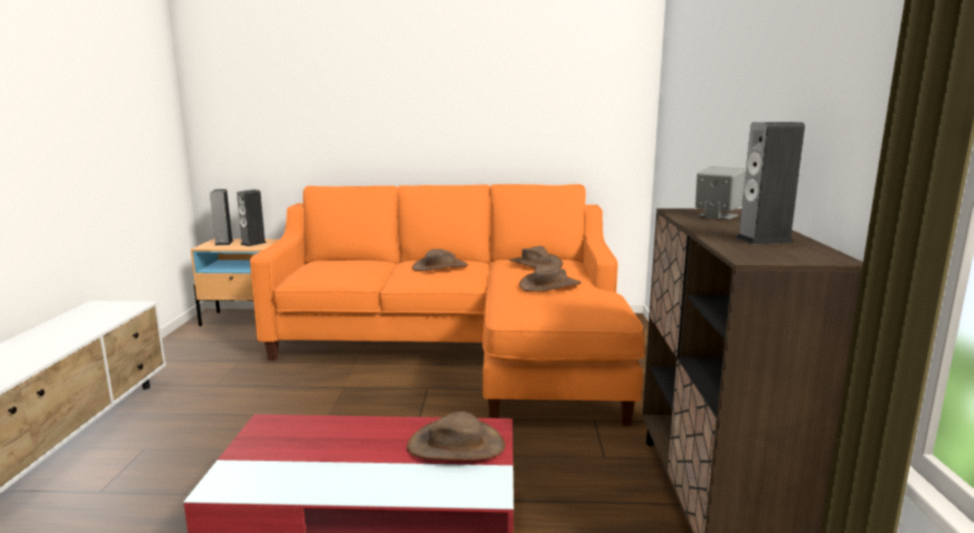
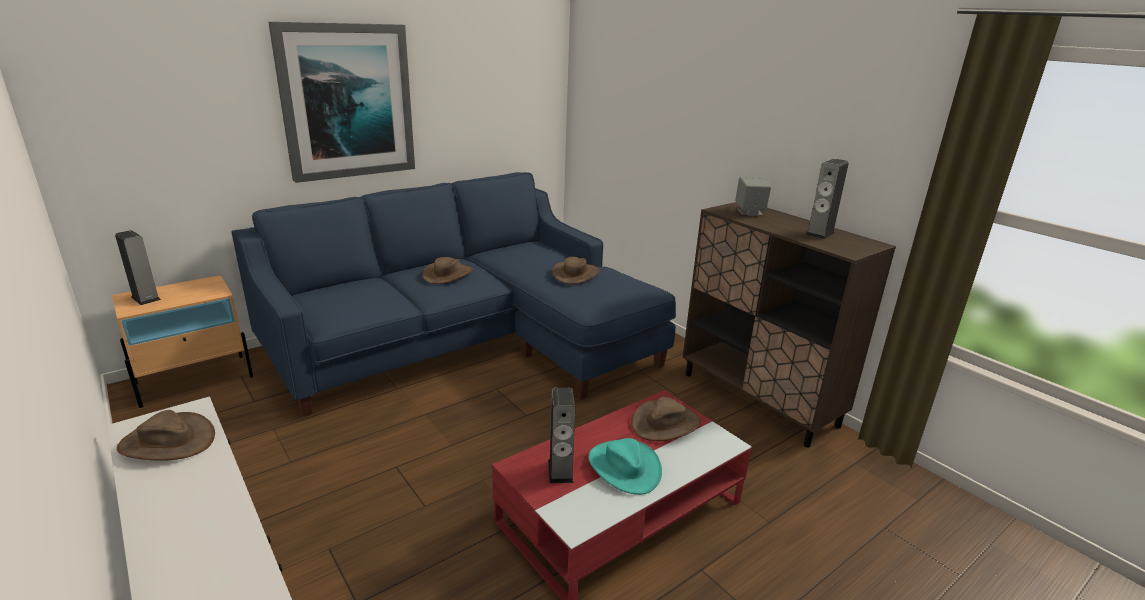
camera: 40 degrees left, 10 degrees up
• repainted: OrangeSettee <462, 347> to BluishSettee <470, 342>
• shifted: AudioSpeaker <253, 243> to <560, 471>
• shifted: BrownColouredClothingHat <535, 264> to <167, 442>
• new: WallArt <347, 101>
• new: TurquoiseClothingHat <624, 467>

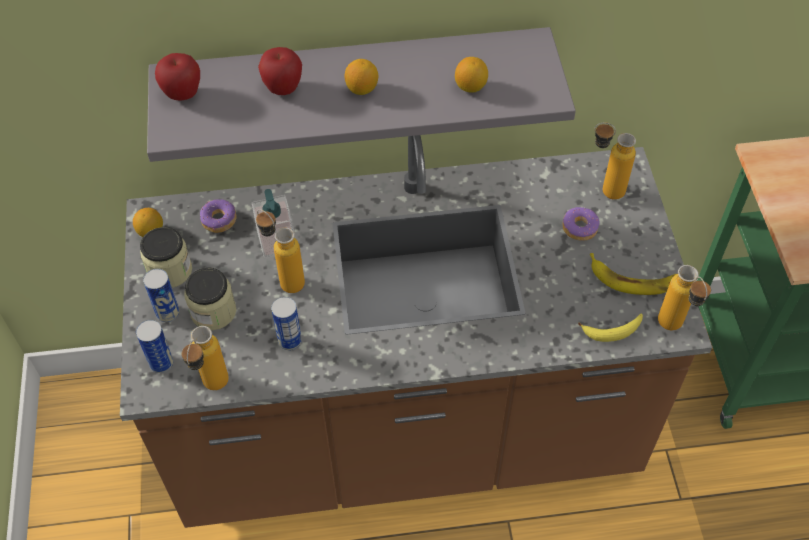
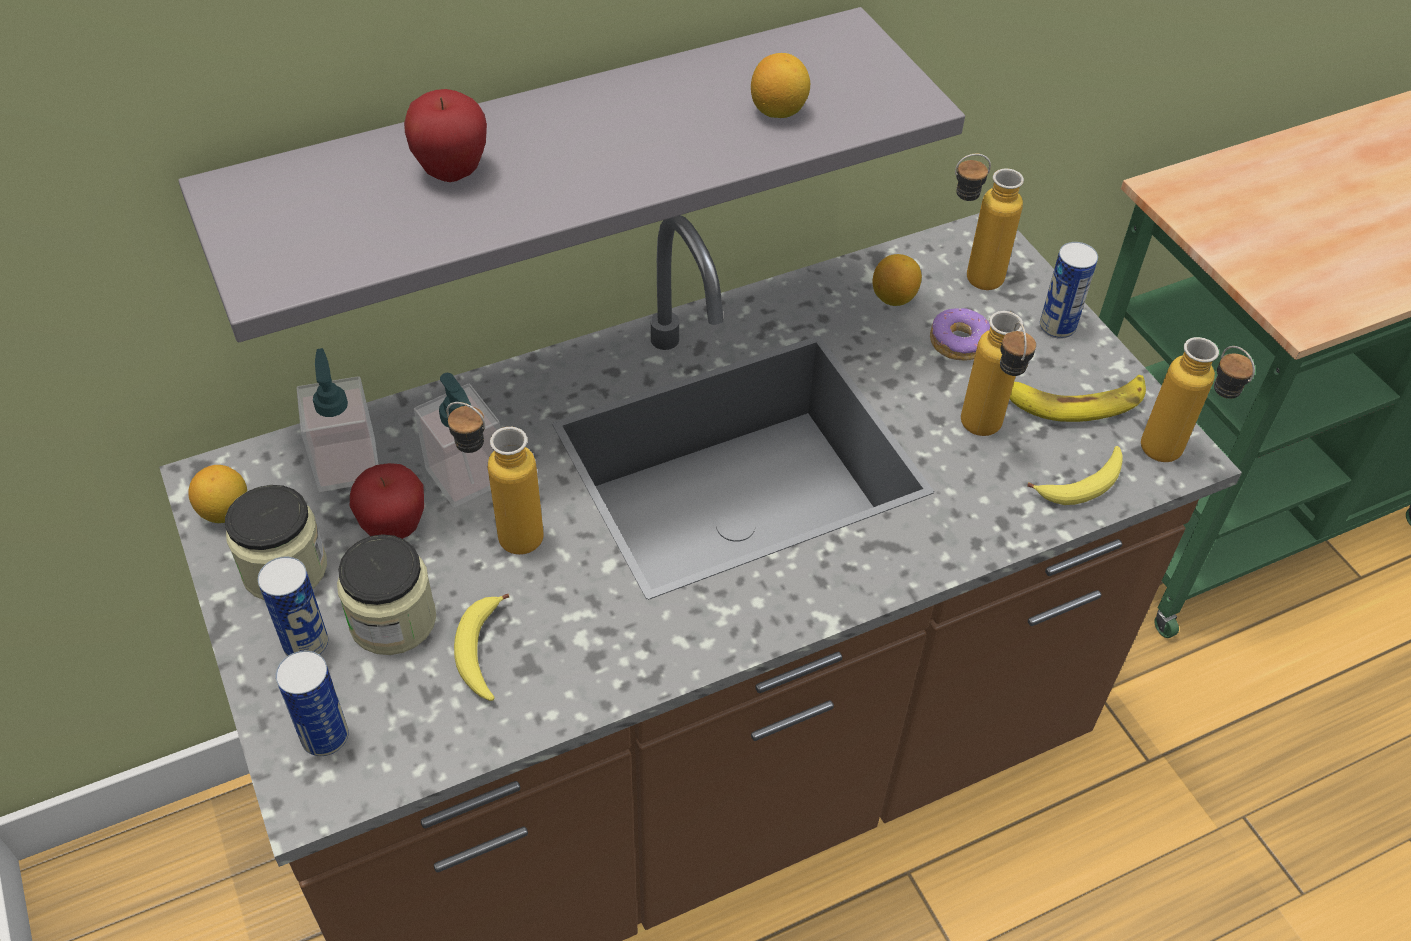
camera: 20 degrees left, 5 degrees down
• shifted: WholeApple <183, 94> to <394, 528>
• shifted: CitrusFruit <362, 89> to <893, 298>
• swapped: Donut <219, 220> to SoapDispenser <347, 464>
• shifted: Can <290, 341> to <1057, 327>
• shifted: DrinkBottle <212, 389> to <985, 436>
• new: WholeBanana <481, 652>

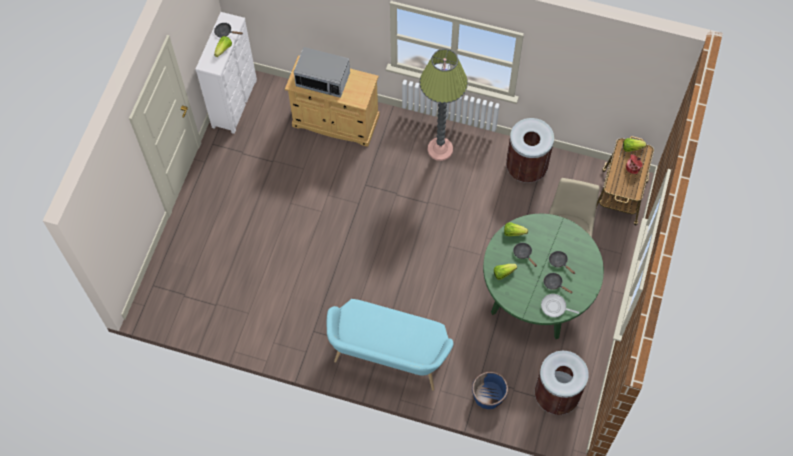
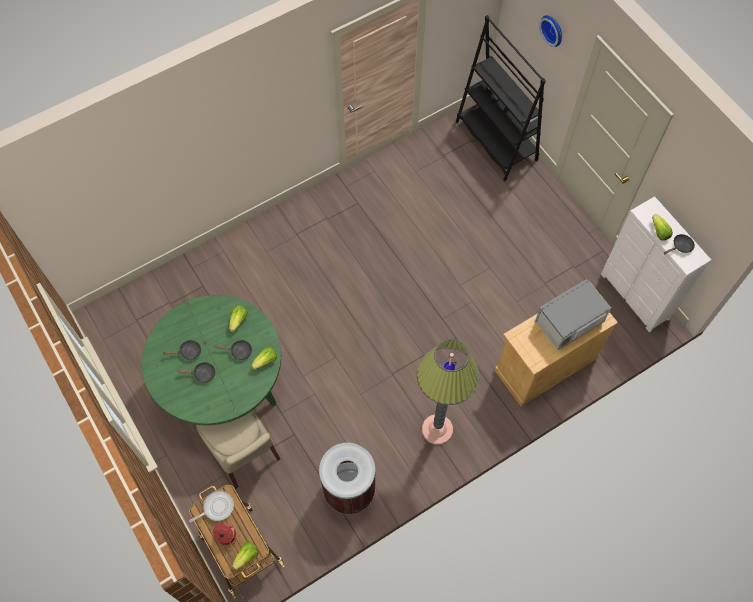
camera: 130 degrees right, 0 degrees up
• shifted: Skillet <555, 307> to <216, 507>
• gone: TurquoiseIndoorBench <388, 358>
• gone: BrownColouredTrashCan <556, 395>
• gone: BluishPlanter <488, 395>
• new: BlackishShelvingUnit <496, 141>
• new: ClockOnTheWall <553, 29>

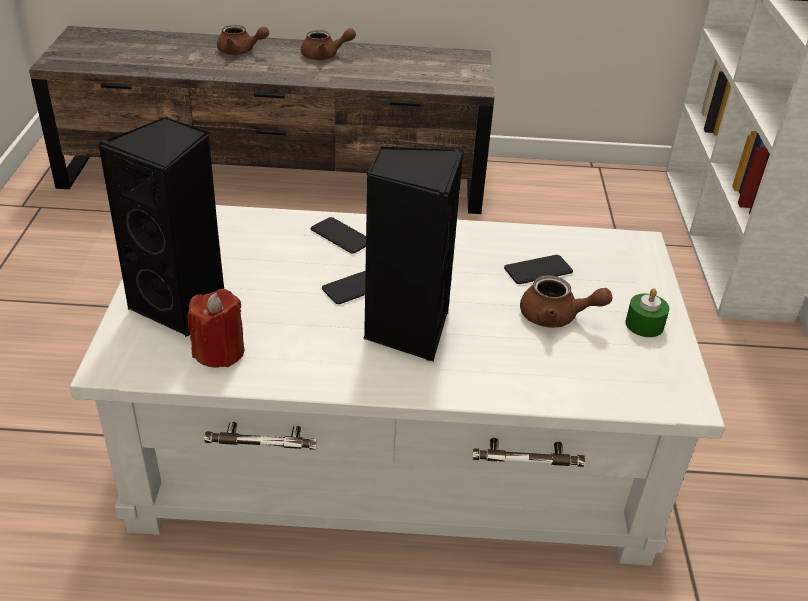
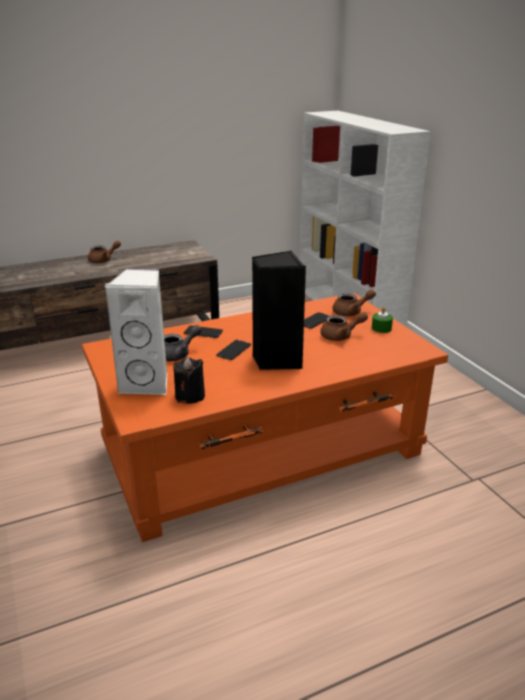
camera: 25 degrees left, 10 degrees down
• shifted: BrownColouredTeaPot <240, 51> to <351, 312>
• repainted: BlackishAudioSpeaker <182, 305> to WhitishAudioSpeaker <147, 383>
• repainted: WhitishLoungeTable <397, 451> to OrangeLoungeTable <263, 451>
• repainted: RedWaxLight <219, 352> to BlackishWaxLight <190, 396>
• new: GrayTeaPot <178, 354>

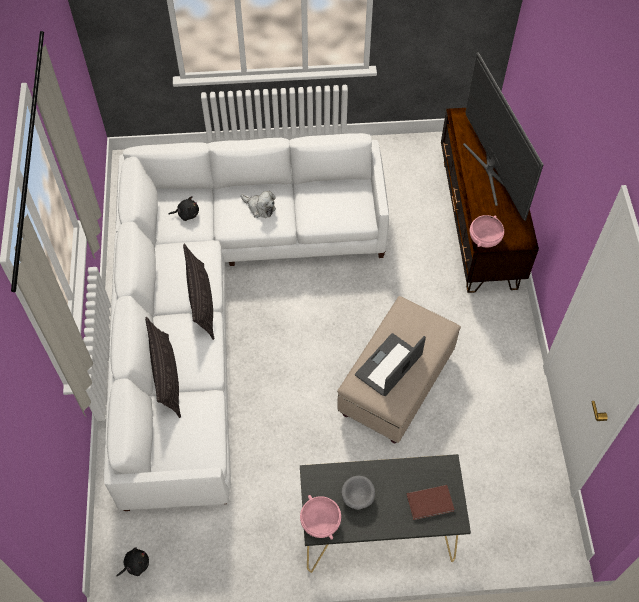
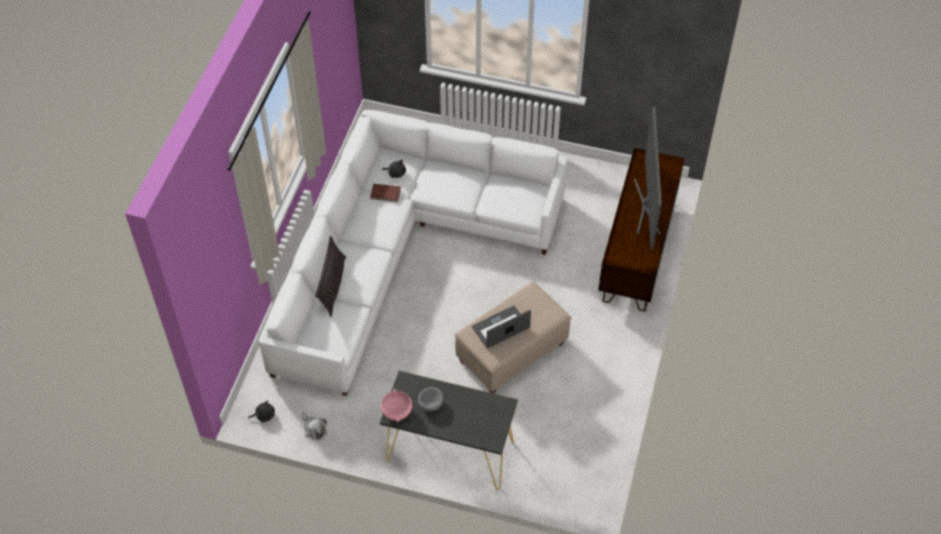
camera: 20 degrees right, 5 degrees down
• shifted: SoftToy <260, 208> to <314, 429>
• gone: PinkishDeepDish <484, 238>
• gone: ThrowPillow <201, 301>
• shifted: BrownColouredBook <431, 503> to <385, 194>

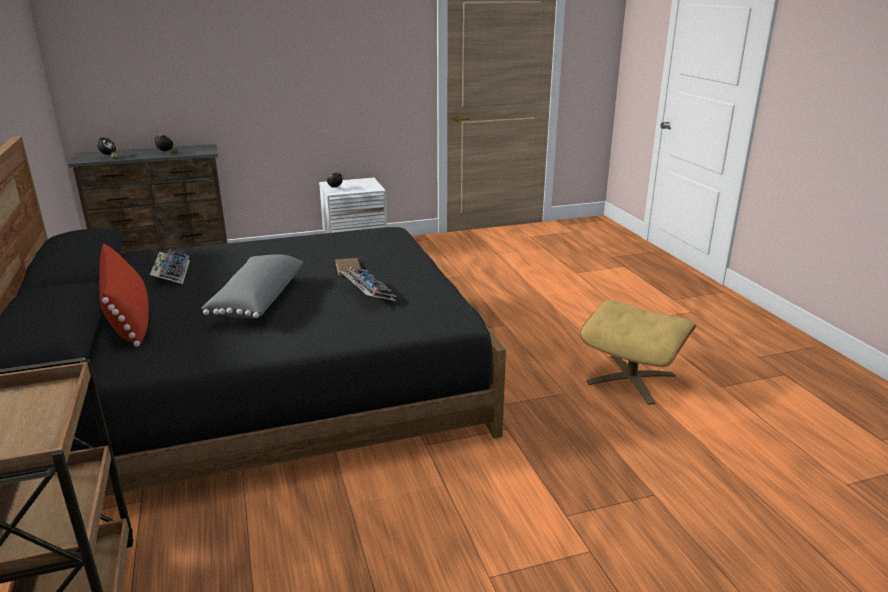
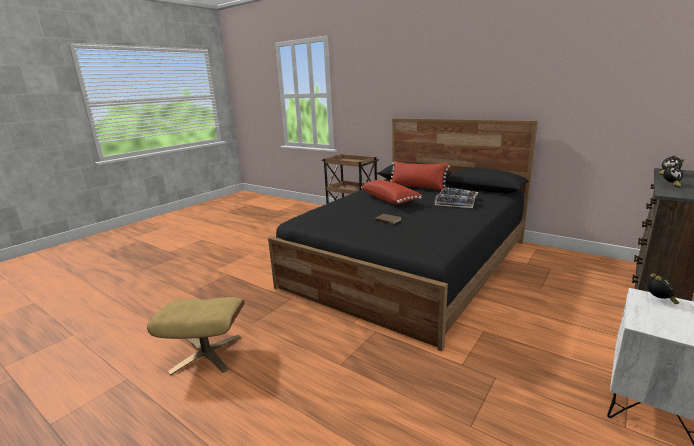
camera: 145 degrees right, 5 degrees down
• repainted: GrayThrowPillow <256, 300> to RedThrowPillow <390, 200>
• shifted: Keyboard <367, 291> to <455, 204>

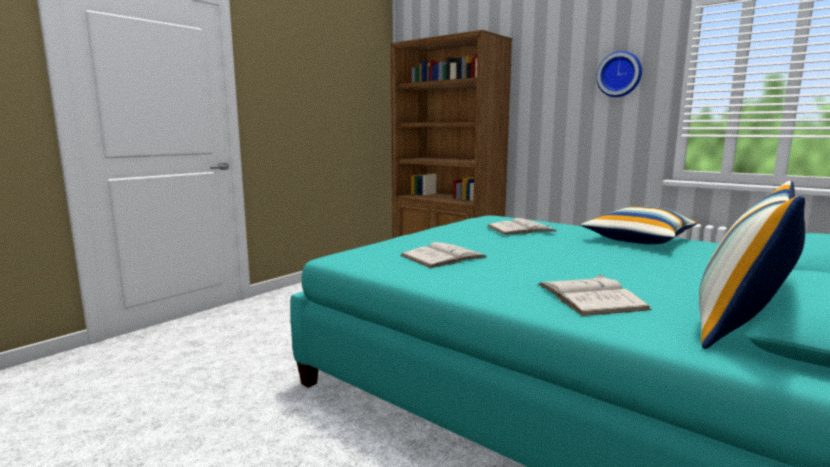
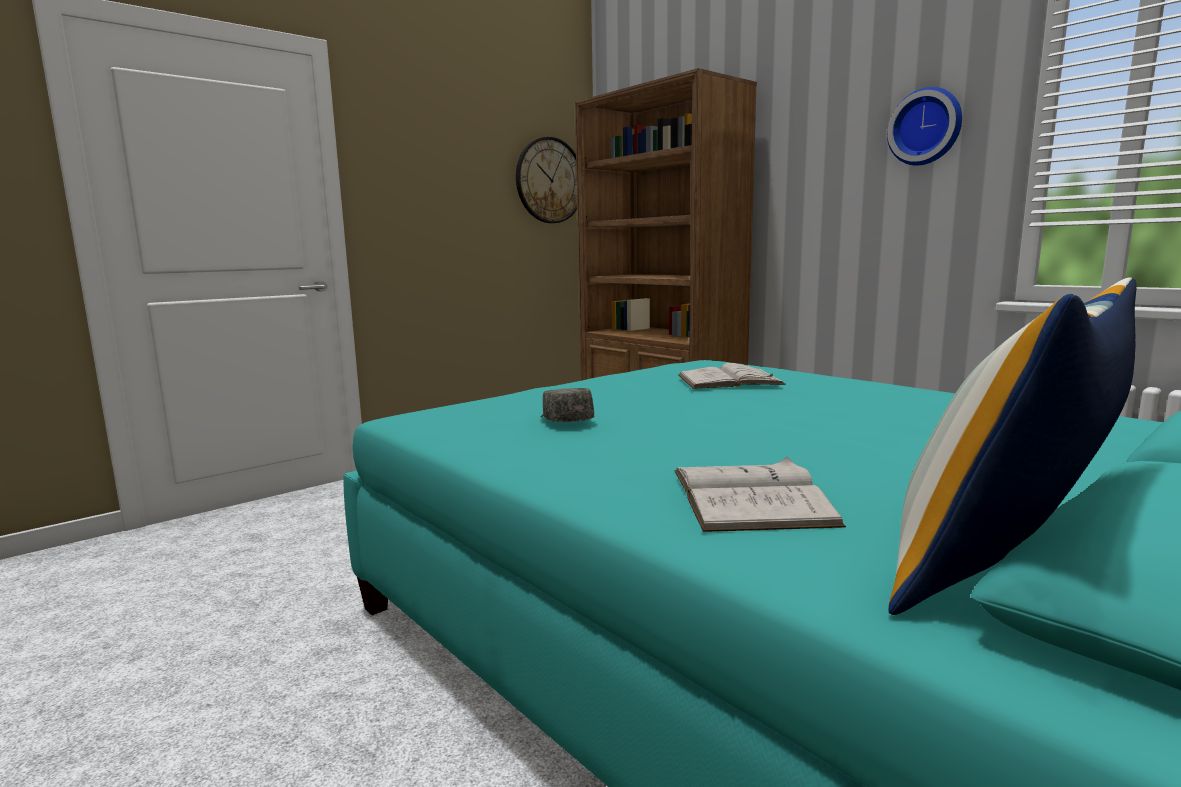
camera: 10 degrees right, 0 degrees up
• gone: ThrowPillow <638, 240>
• swapped: WhitishBook <443, 256> to GrayPeakedCap <565, 420>
• new: ClockOnTheWall <549, 180>

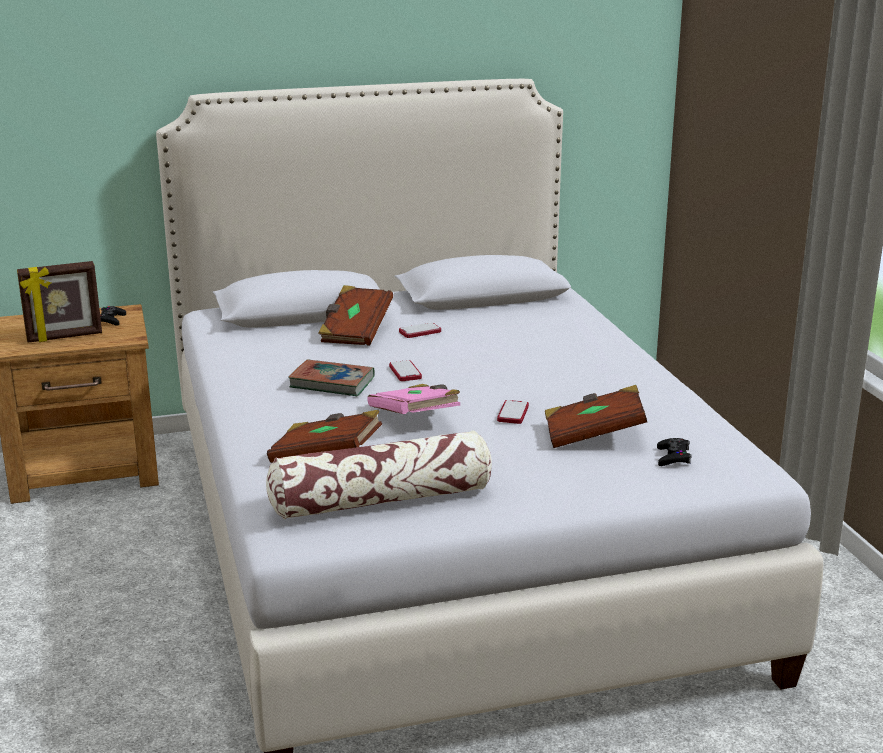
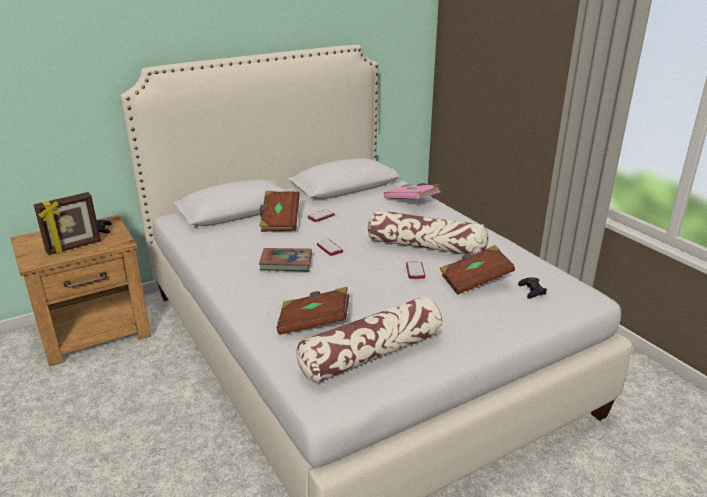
camera: 15 degrees left, 5 degrees up
• shifted: PinkishBook <415, 418> to <411, 201>
• new: ThrowPillow <426, 246>

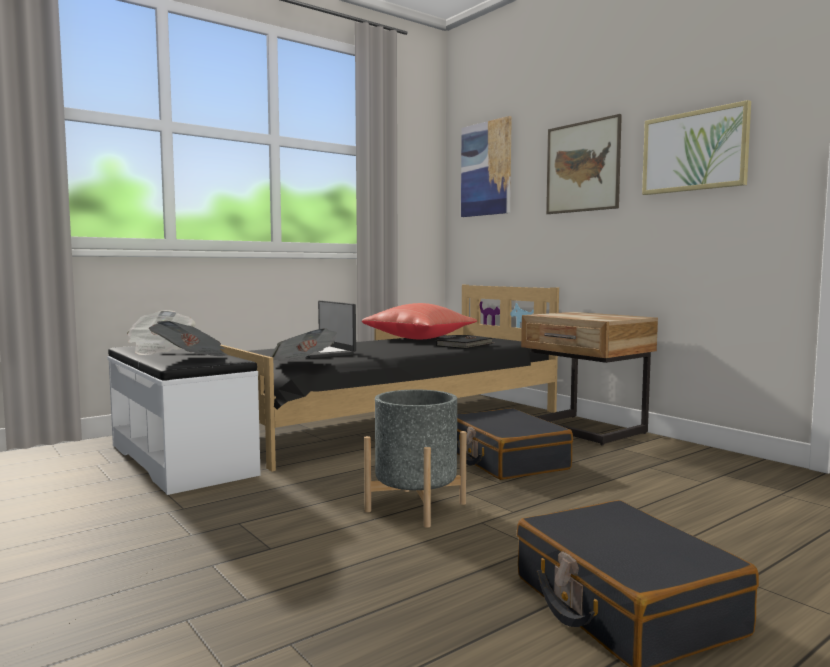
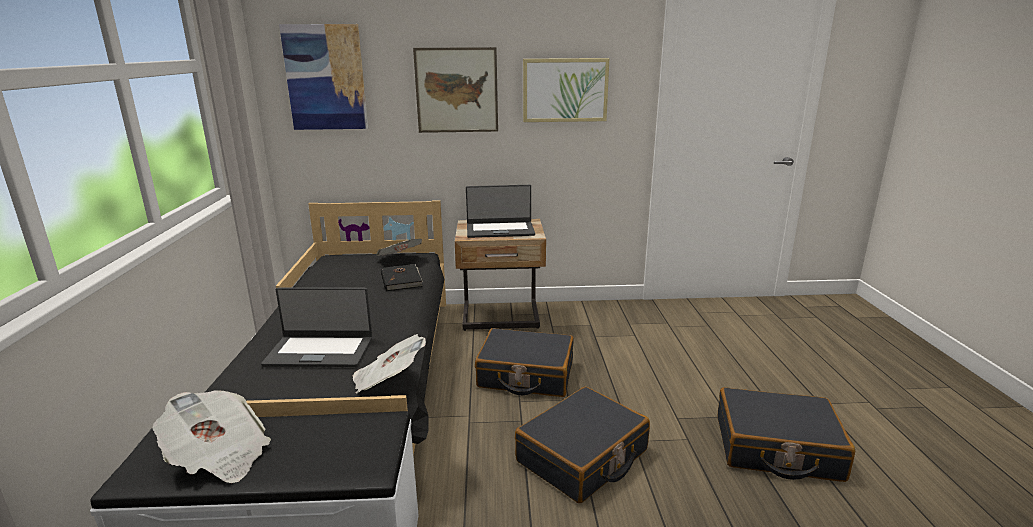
camera: 55 degrees left, 15 degrees up
• gone: RedThrowPillow <420, 338>
• shifted: PrintedPaper <192, 360> to <399, 260>
• swapped: GrayPlanter <416, 507> to BlackishTravelCase <582, 456>
• new: NotebookComputer <500, 230>

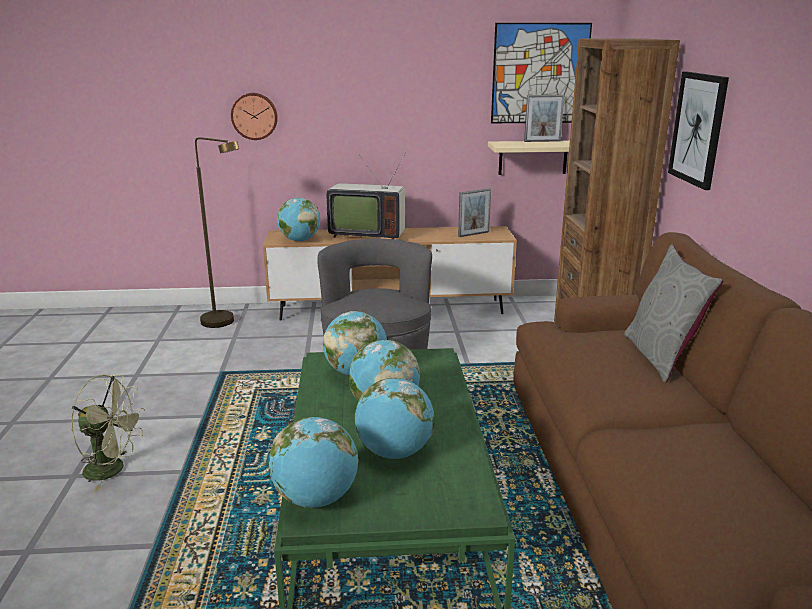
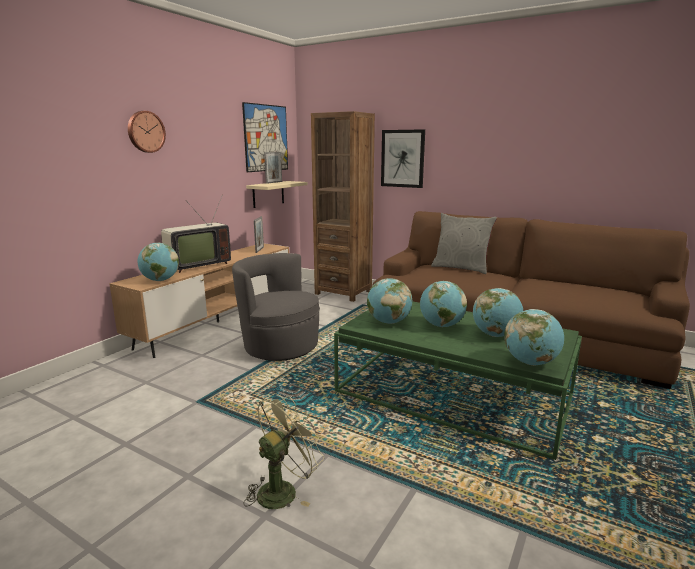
camera: 55 degrees left, 5 degrees down
• shifted: ClockOnTheWall <254, 116> to <145, 132>
• gone: BrownColouredFloorLamp <225, 323>

